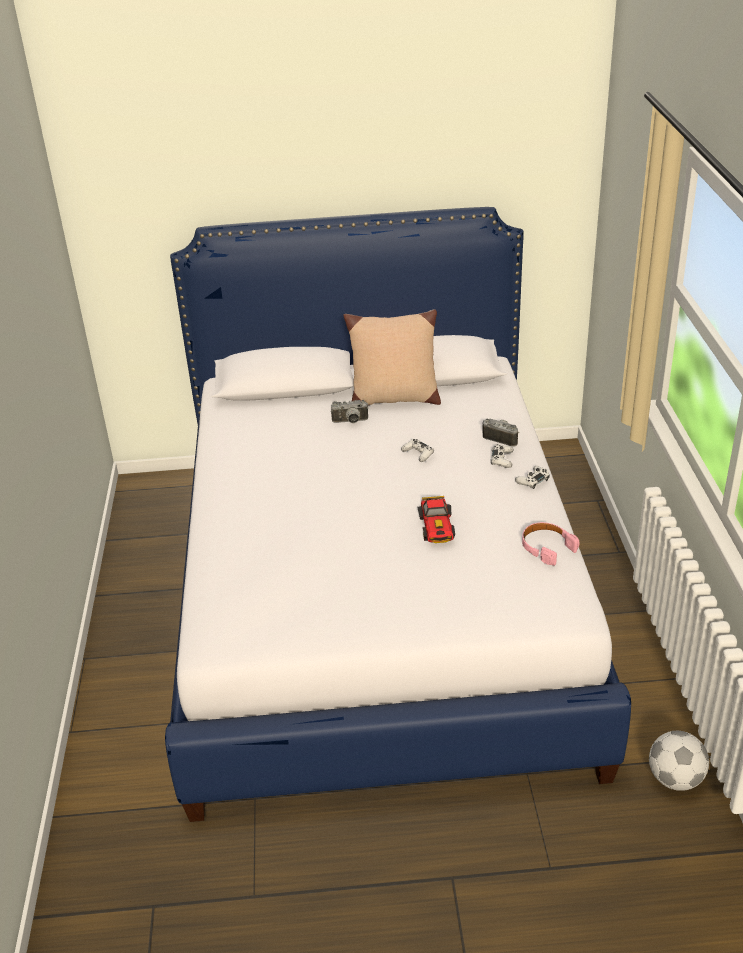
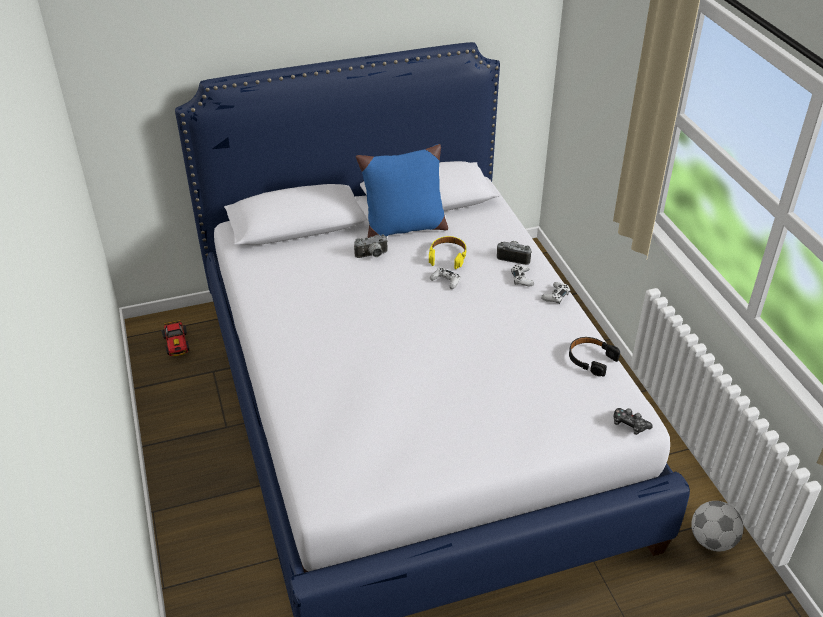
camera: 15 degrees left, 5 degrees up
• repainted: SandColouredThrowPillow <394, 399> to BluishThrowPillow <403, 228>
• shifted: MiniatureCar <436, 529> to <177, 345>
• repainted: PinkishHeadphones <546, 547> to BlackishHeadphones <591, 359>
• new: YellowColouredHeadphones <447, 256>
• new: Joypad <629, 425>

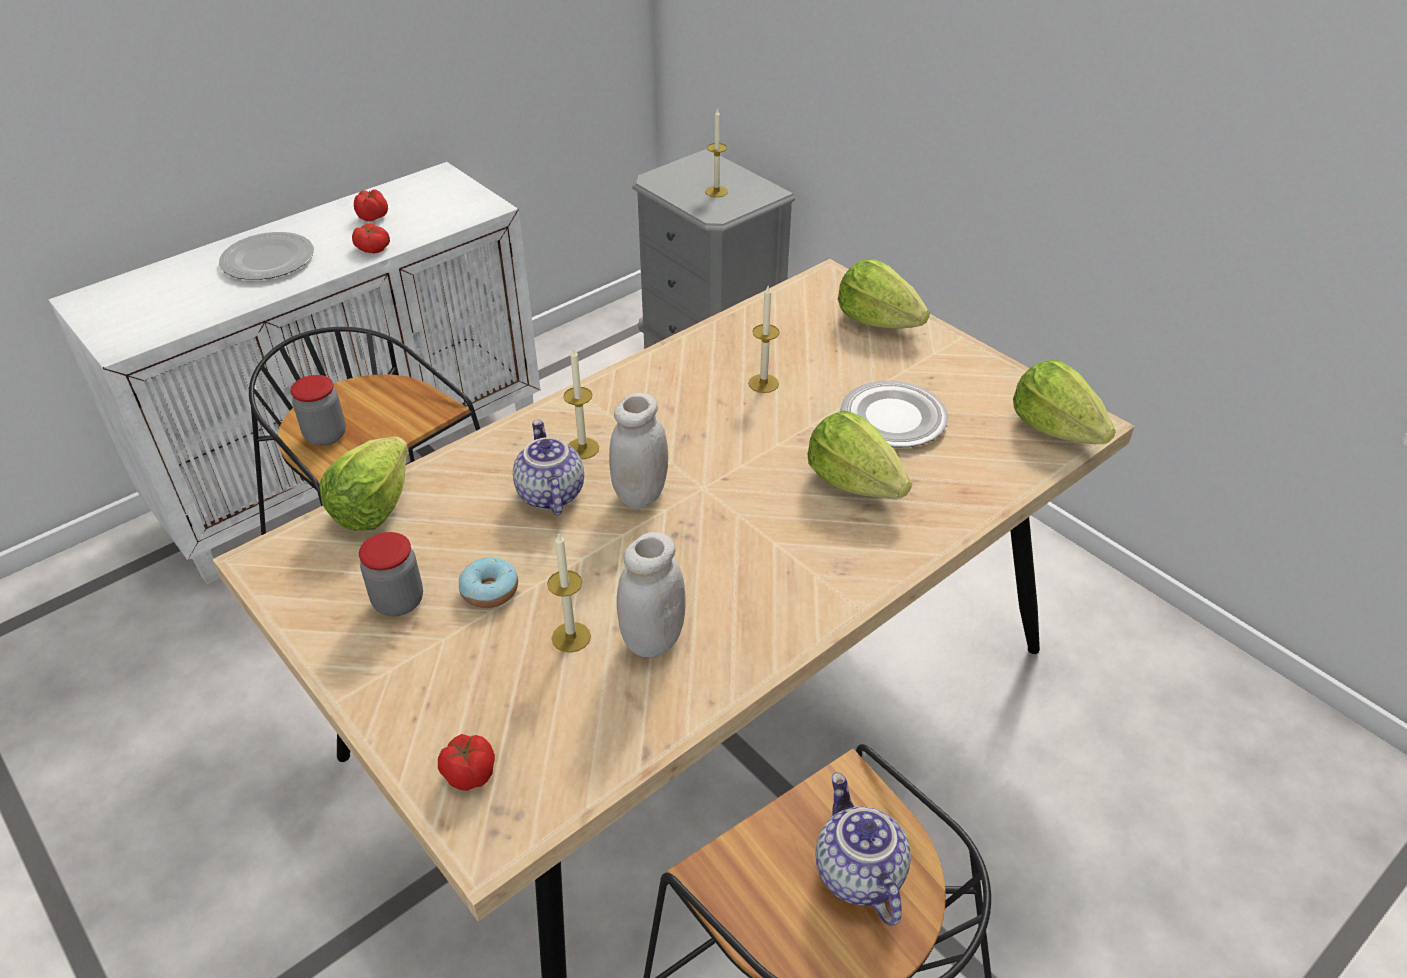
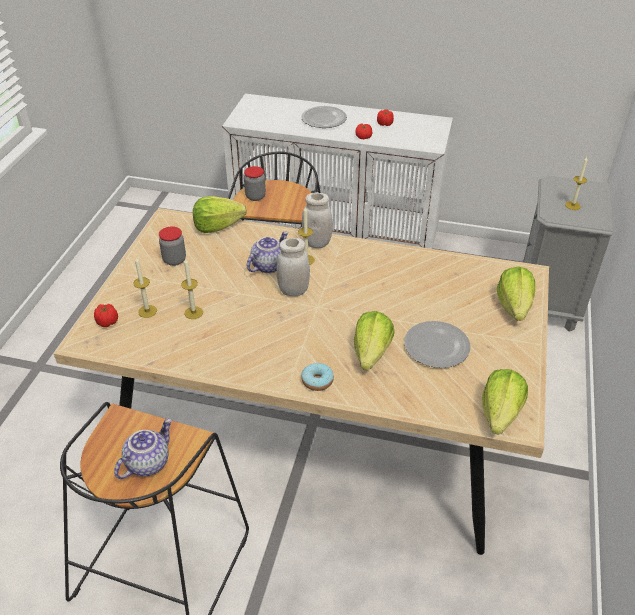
camera: 55 degrees right, 0 degrees up
• shifted: WaxLight <763, 383> to <147, 311>
• shifted: WhitishJar <652, 639> to <317, 243>
• shifted: Donut <489, 590> to <317, 381>

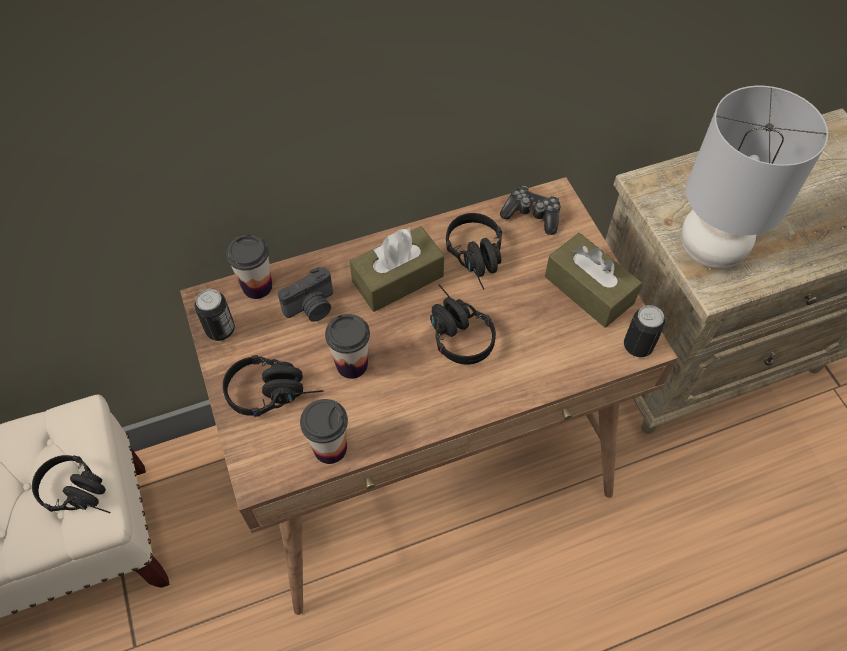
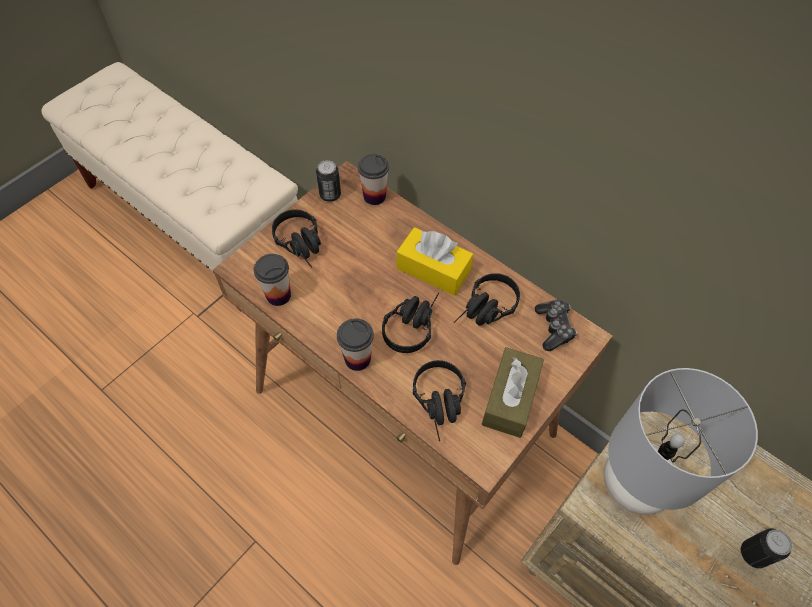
camera: 60 degrees right, 0 degrees up
• repainted: BrownColouredTissueBox <398, 279> to YellowColouredTissueBox <433, 269>
• gone: StillCamera <312, 307>
• shifted: Can <638, 346> to <753, 554>
• shifted: DrinkingCup <352, 364> to <357, 359>
• shifted: BlackishHeadphones <82, 493> to <441, 405>

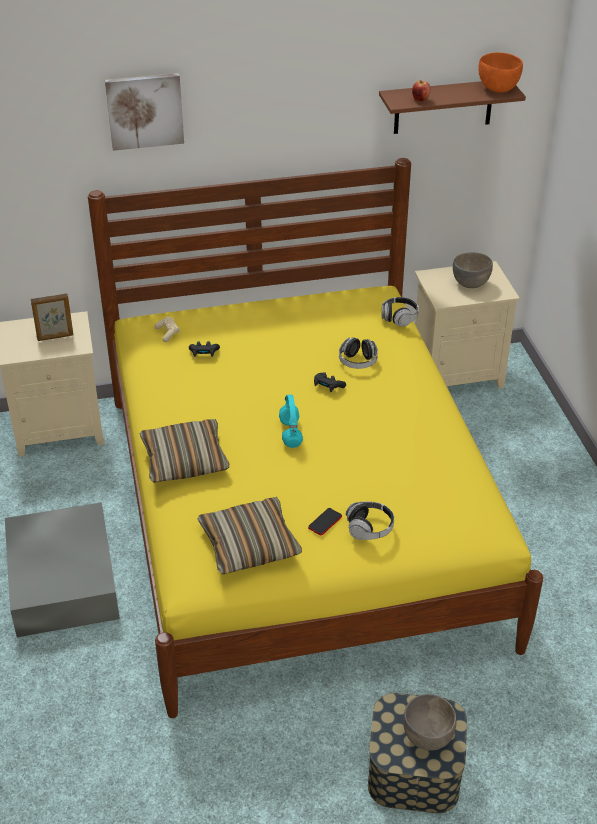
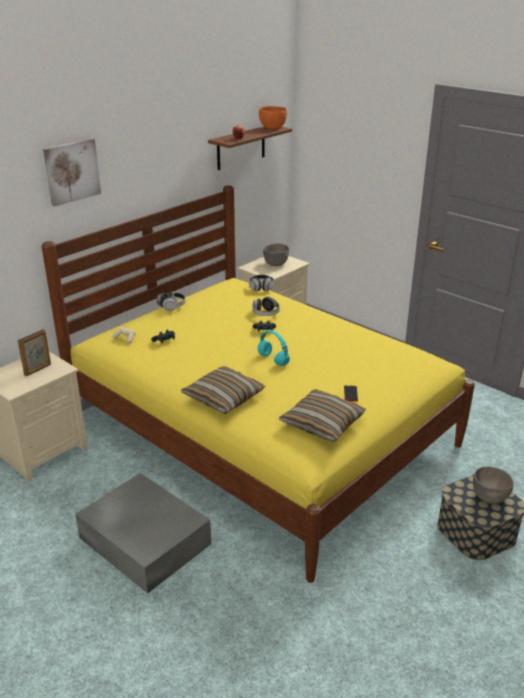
camera: 35 degrees left, 10 degrees down
• shifted: Headphones <369, 528> to <172, 306>

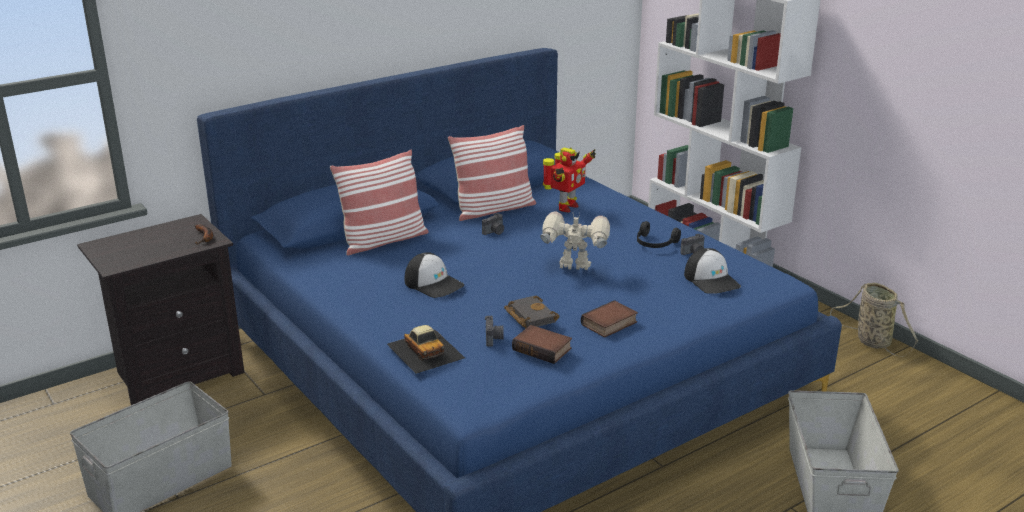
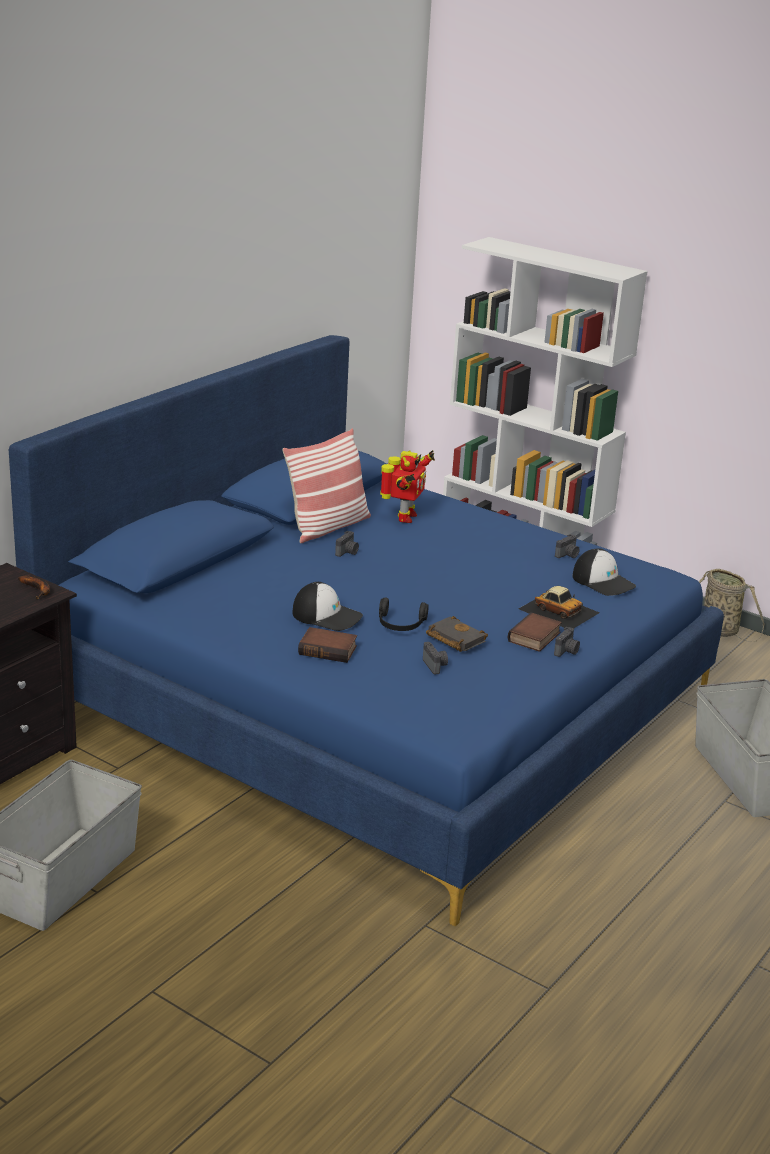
camera: 20 degrees left, 0 degrees up
• gone: ThrowPillow <383, 241>
• gone: ModelRobot <574, 267>
• shifted: BlackishHeadphones <654, 244> to <400, 624>
• shifted: MiniatureCar <425, 350> to <558, 610>
• shifted: Book <543, 348> to <329, 649>
• new: StillCamera <567, 651>

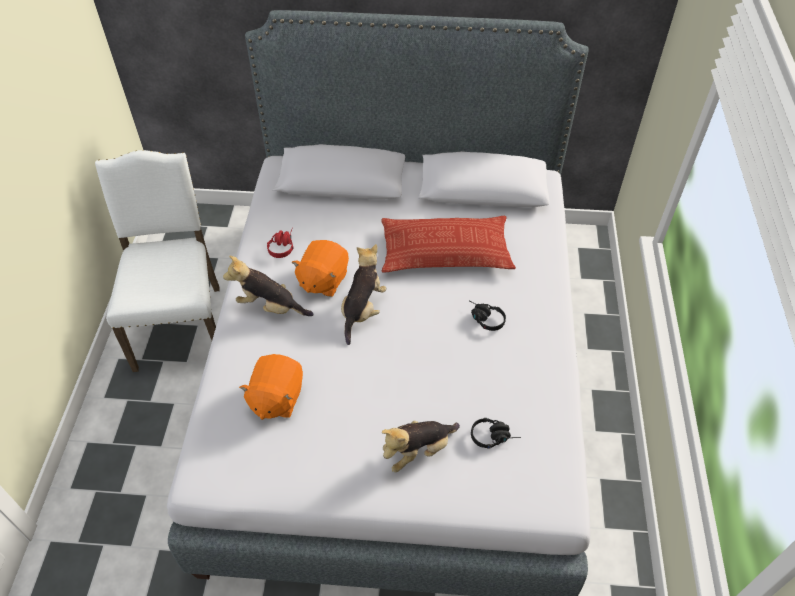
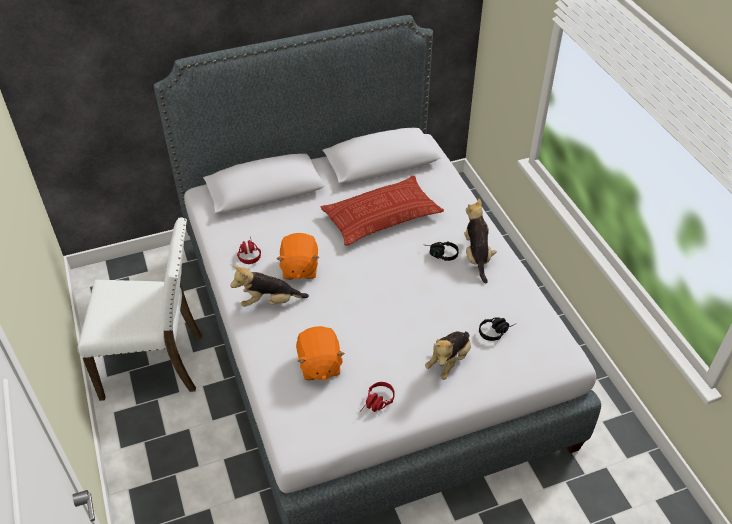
camera: 25 degrees left, 5 degrees down
• rotated: WhitishChair <181, 324> = <156, 364> 120 degrees clockwise
• shifted: SoftToy <362, 310> to <476, 256>
• new: RedHeadphones <377, 403>

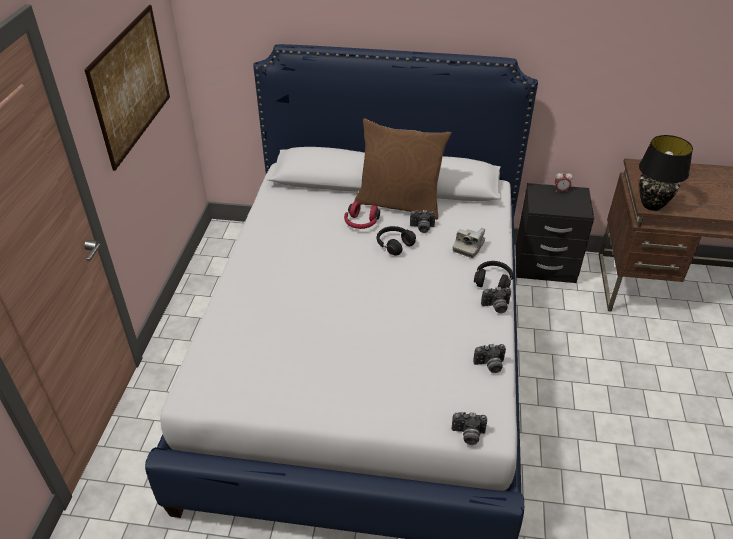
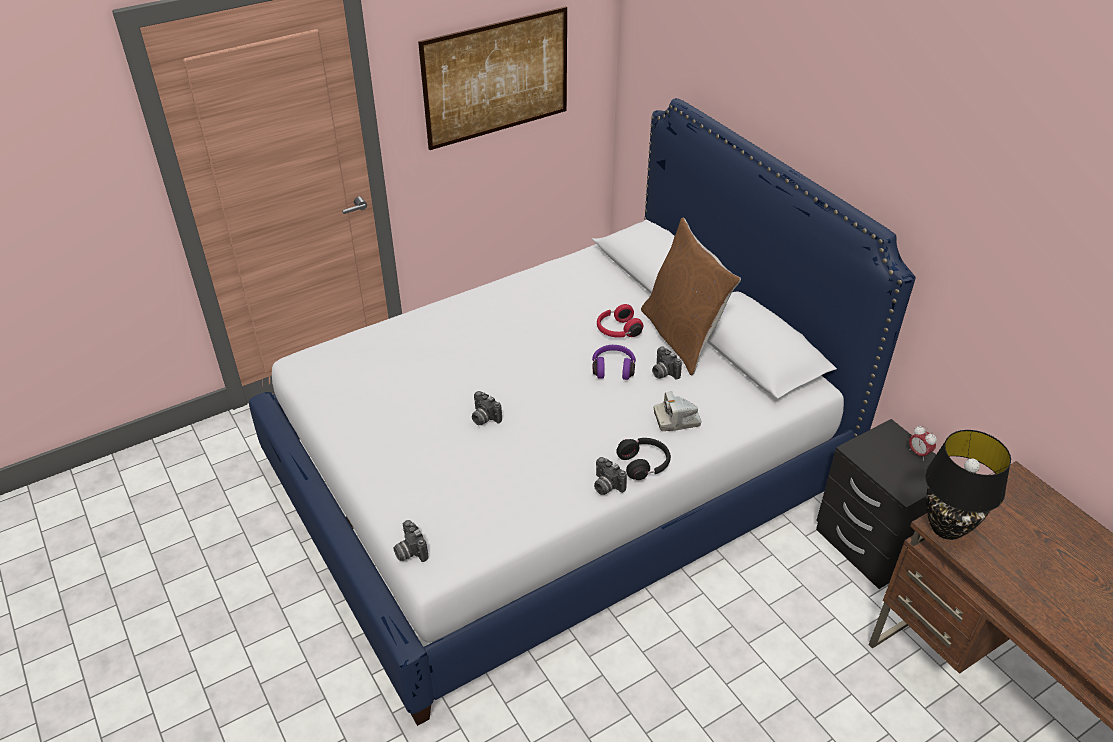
camera: 50 degrees right, 0 degrees up
• repainted: BlackishHeadphones <394, 245> to PurplishHeadphones <613, 368>
• shifted: StillCamera <490, 365> to <483, 418>

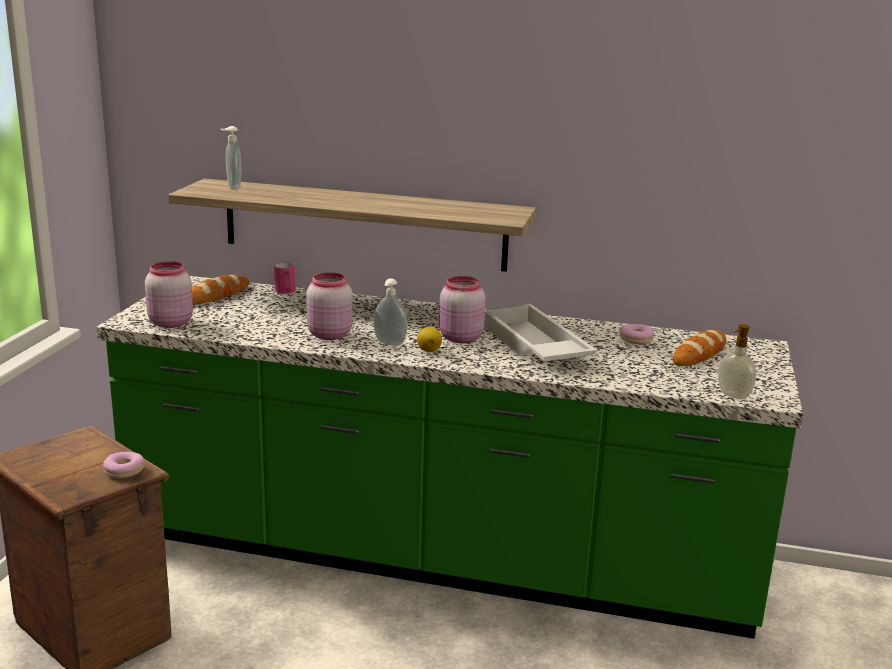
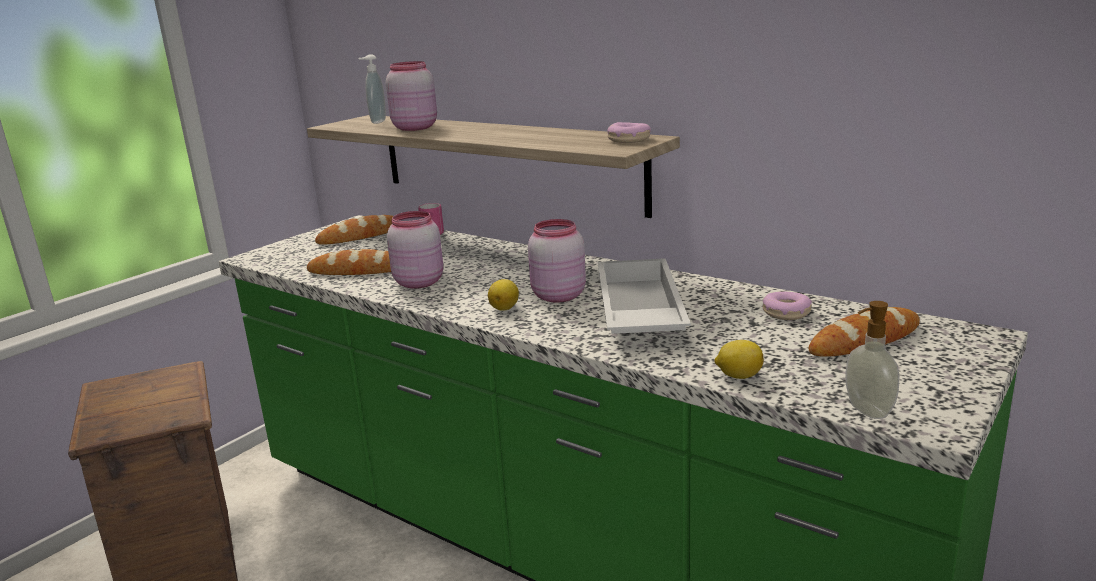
camera: 25 degrees right, 0 degrees up
• shifted: PinkishJar <169, 322> to <414, 128>
• gone: SoapDispenser <389, 344>
• shifted: Donut <124, 470> to <629, 140>
• new: BakeryBread <359, 270>
• new: CitrusFruit <738, 376>

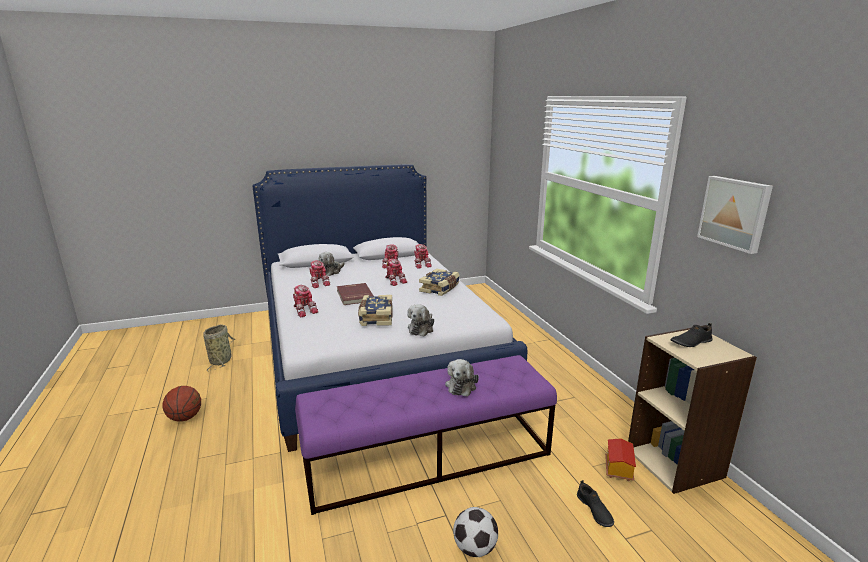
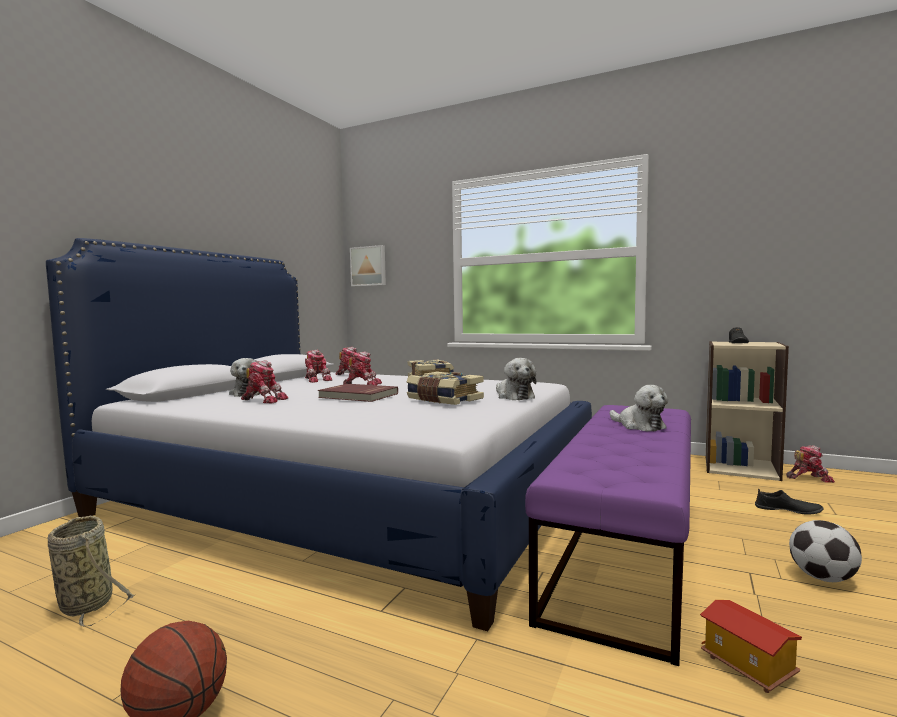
camera: 45 degrees left, 15 degrees down
• shifted: WallArt <735, 213> to <368, 266>
• shifted: ModelRobot <304, 310> to <808, 478>
• shifted: ToyHouse <618, 469> to <746, 667>

